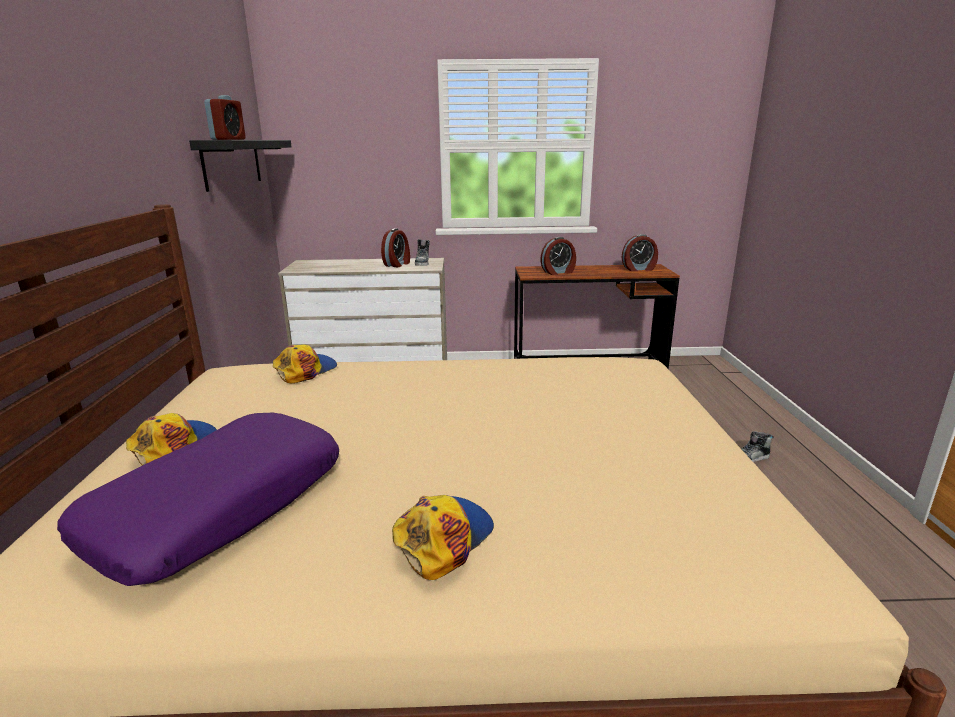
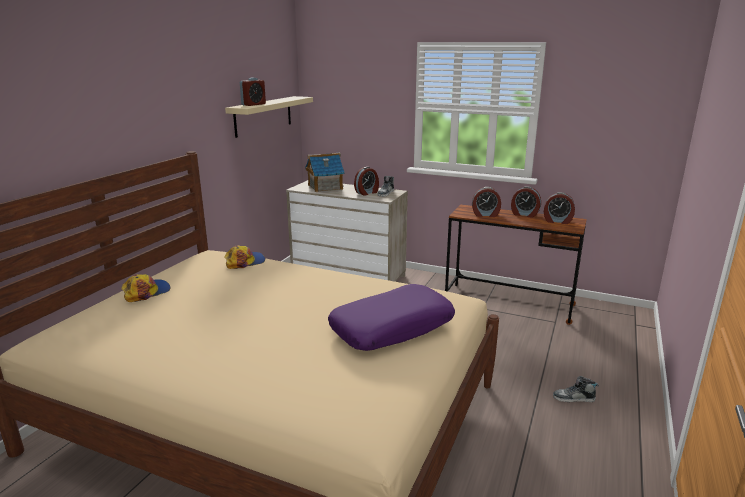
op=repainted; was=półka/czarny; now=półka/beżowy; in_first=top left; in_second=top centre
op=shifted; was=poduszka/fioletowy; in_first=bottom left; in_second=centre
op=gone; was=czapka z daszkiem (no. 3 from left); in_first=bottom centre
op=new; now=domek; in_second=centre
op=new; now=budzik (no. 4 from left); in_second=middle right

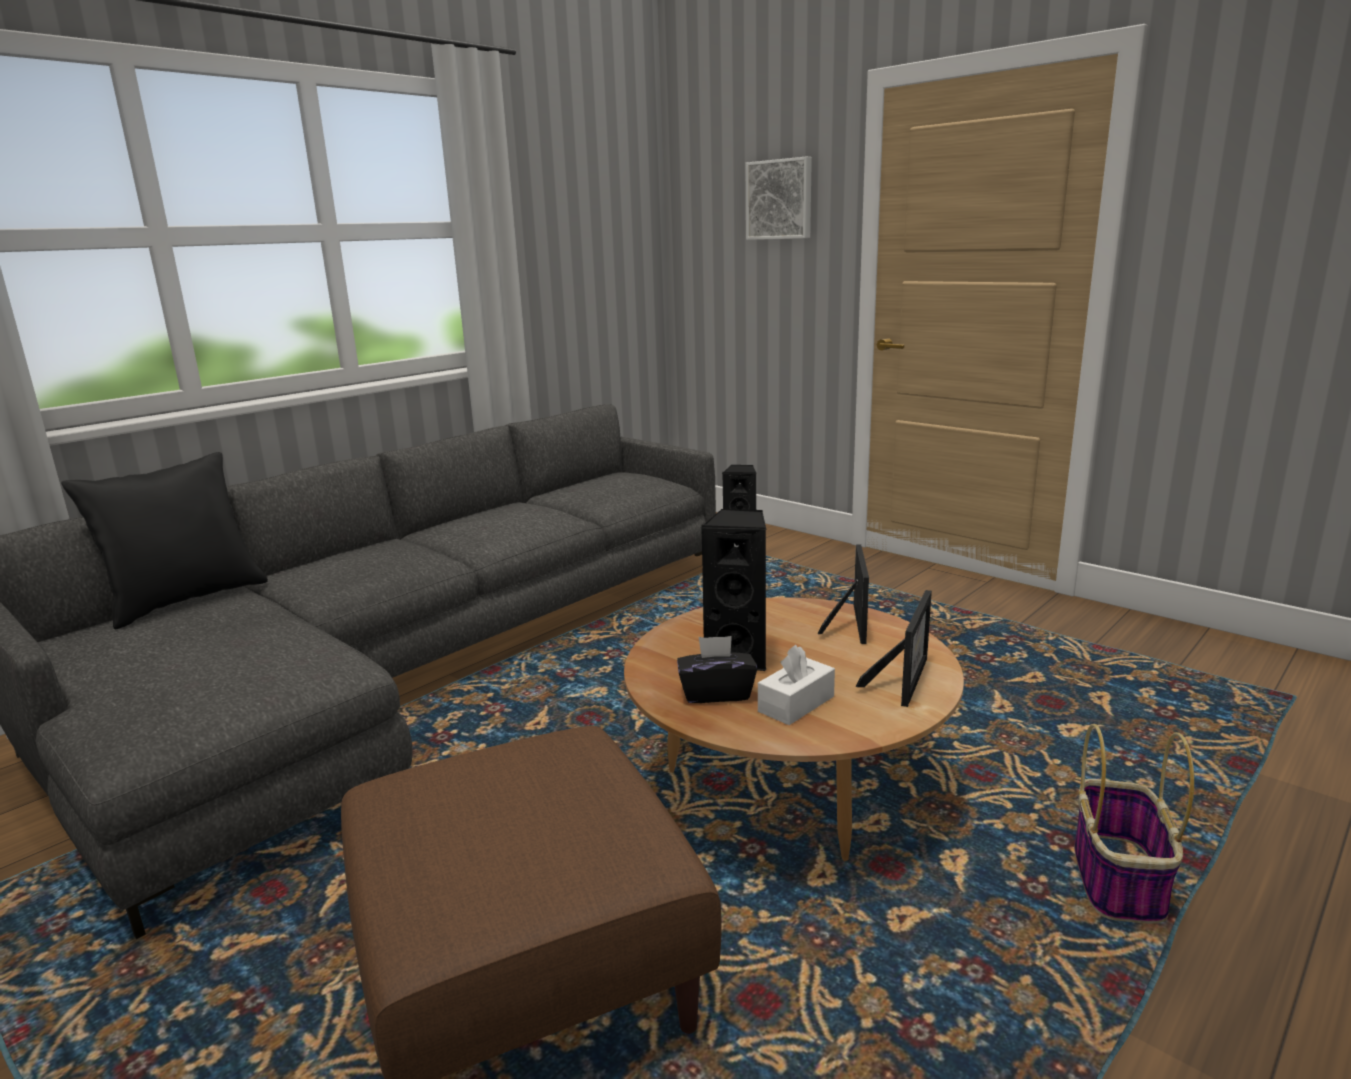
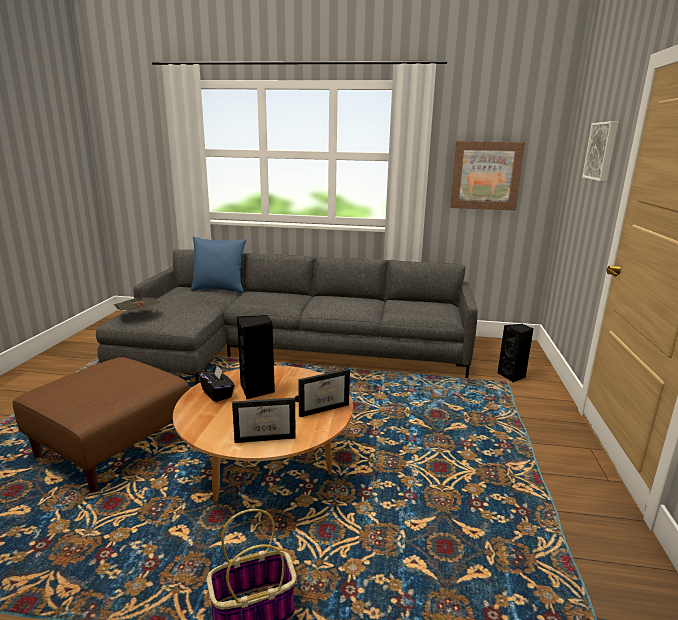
op=repainted; was=poduszka/czarny; now=poduszka/niebieski; in_first=middle left; in_second=middle left
op=gone; was=pudełko chusteczek/biały; in_first=centre
op=new; now=obraz (no. 1 from left); in_second=top right
op=new; now=gazeta; in_second=middle left

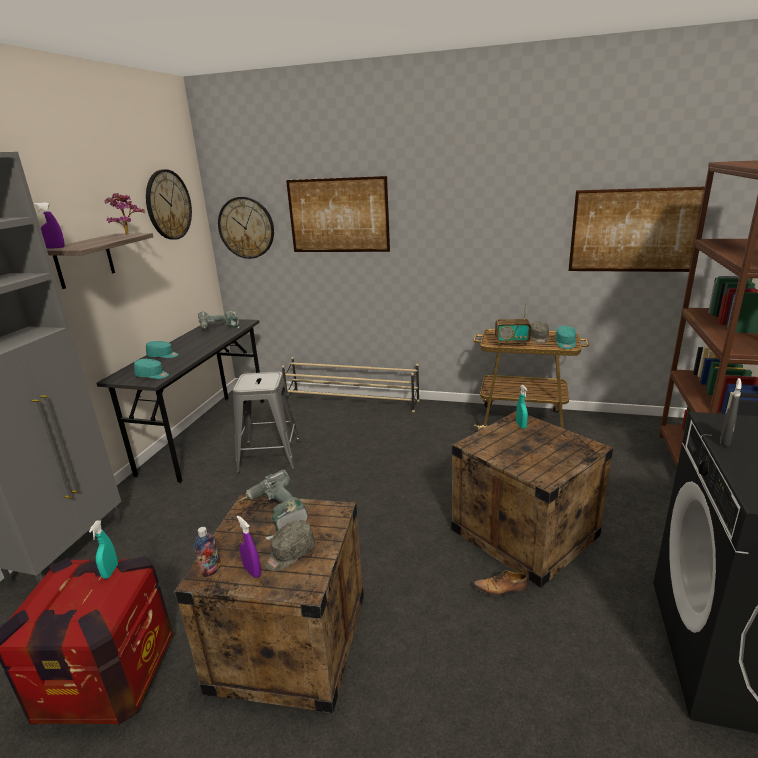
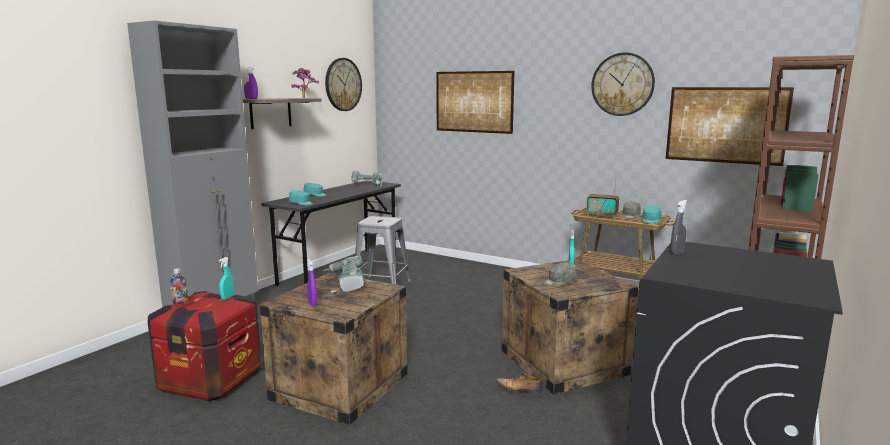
op=shifted; was=zegar ścienny (no. 2 from left); in_first=top left; in_second=top right
op=gone; was=regał na buty/beżowy; in_first=centre
op=shifted; was=czapka z daszkiem/szary (no. 1 from left); in_first=bottom centre; in_second=centre
op=shifted; was=butelka; in_first=bottom left; in_second=middle left

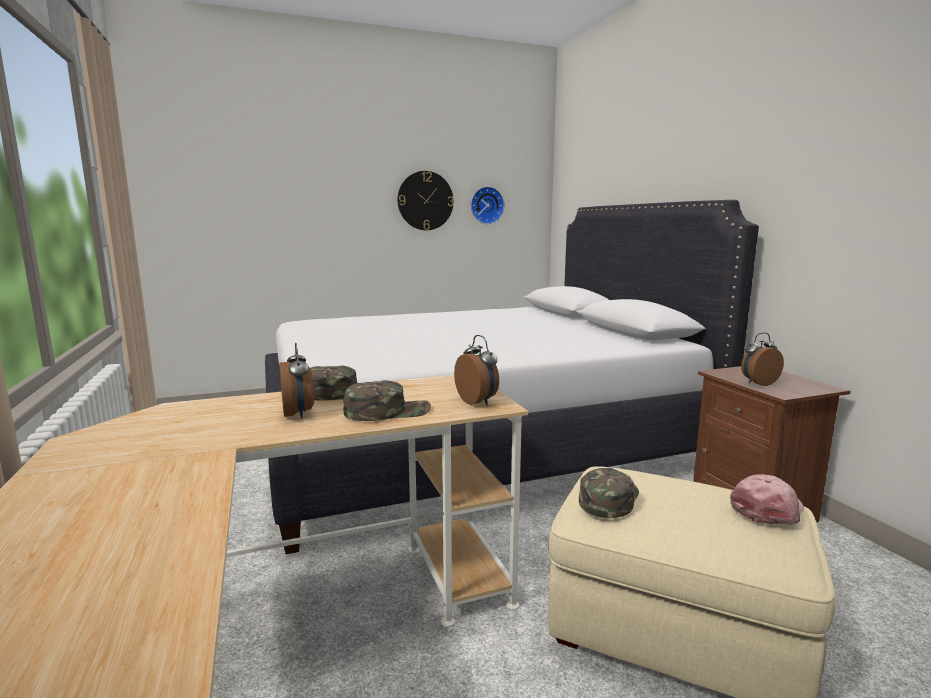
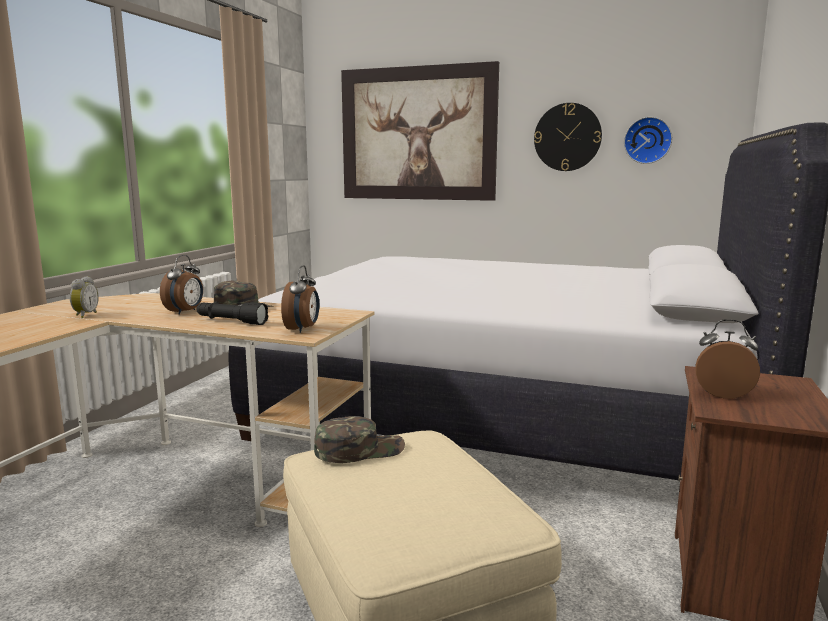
op=swapped; was=czapka z daszkiem/zielony (no. 2 from left); now=latarka/czarny; in_first=centre; in_second=middle left
op=gone; was=czapka z daszkiem/różowy; in_first=bottom right
op=new; now=obraz; in_second=top centre
op=new; now=budzik (no. 1 from left); in_second=middle left

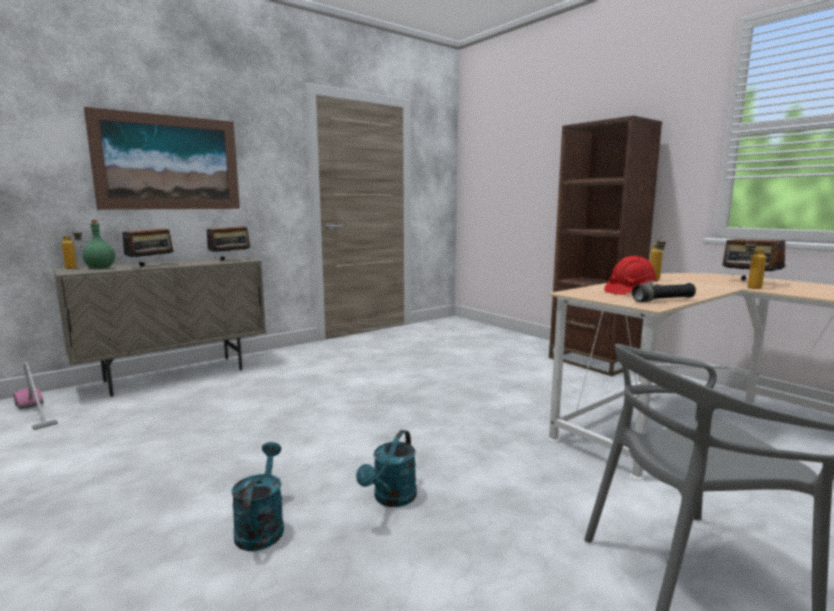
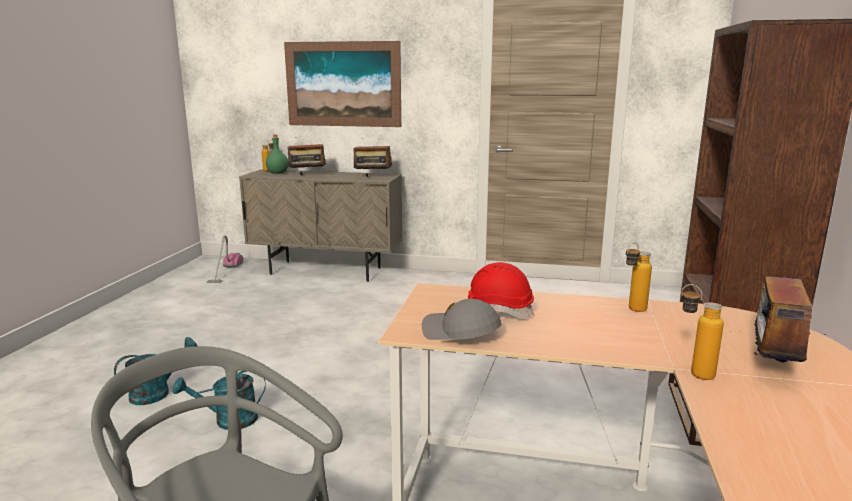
op=swapped; was=latarka/czarny; now=czapka z daszkiem/szary; in_first=middle right; in_second=centre

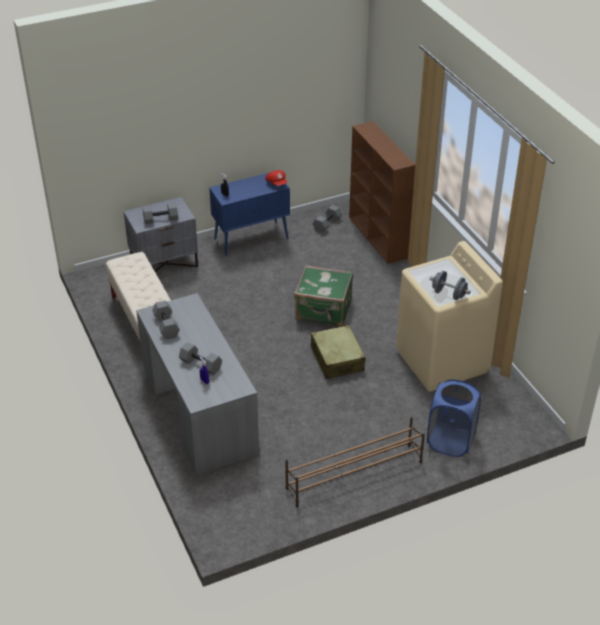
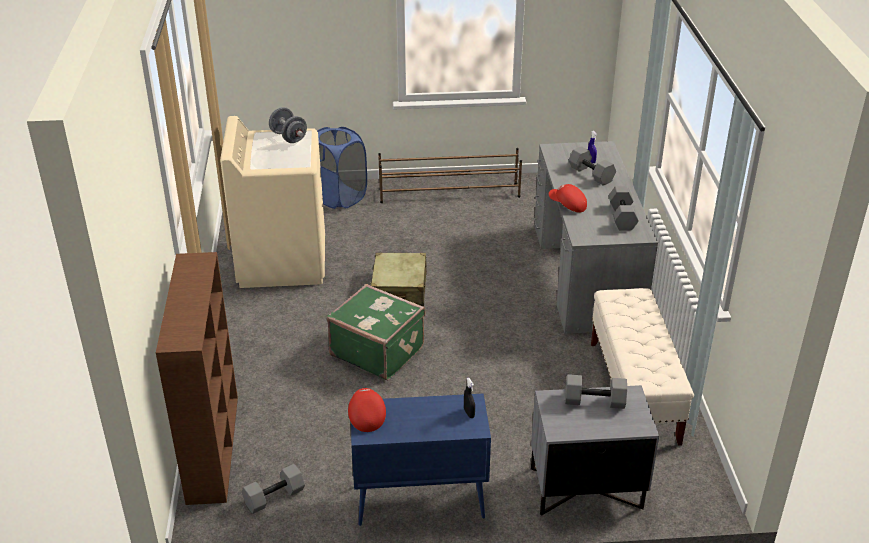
op=new; now=czapka z daszkiem/czerwony (no. 2 from left); in_second=centre

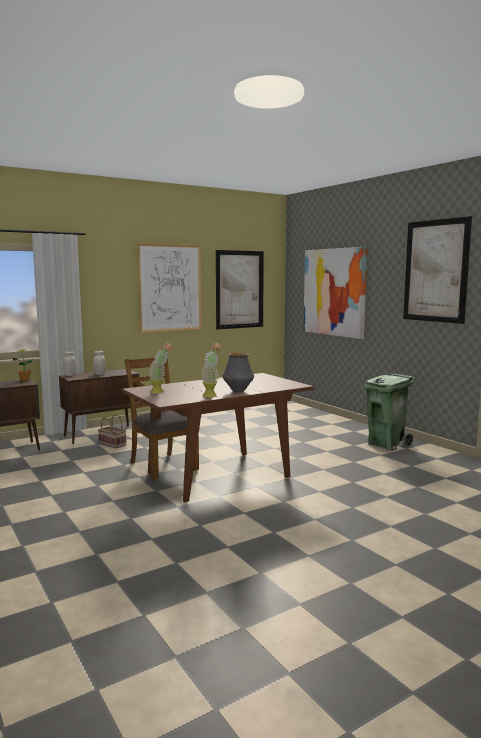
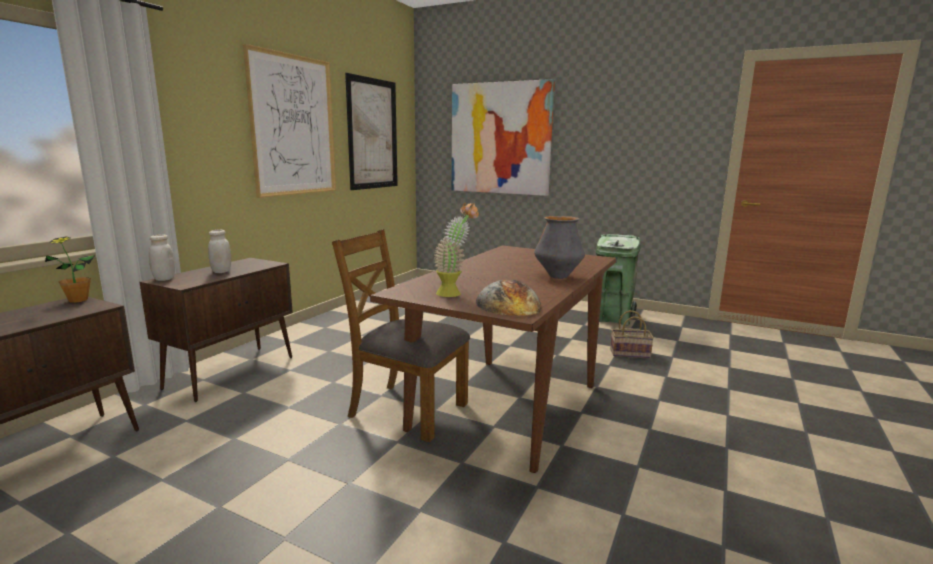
op=gone; was=obraz (no. 4 from left); in_first=middle right
op=gone; was=roślina doniczkowa (no. 3 from left); in_first=centre
op=shifted; was=koszyk; in_first=middle left; in_second=middle right
op=new; now=chleb; in_second=centre

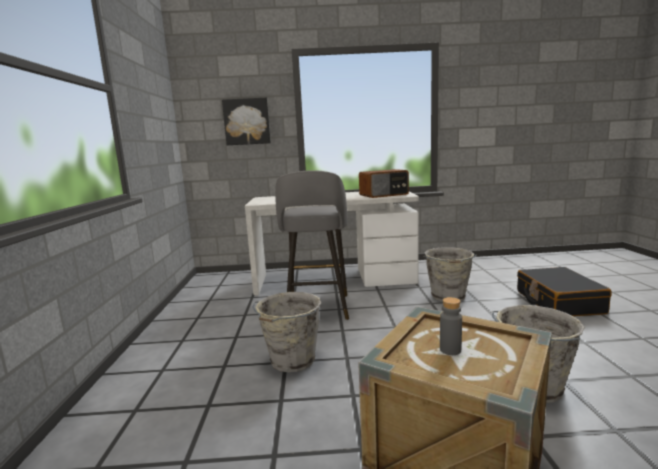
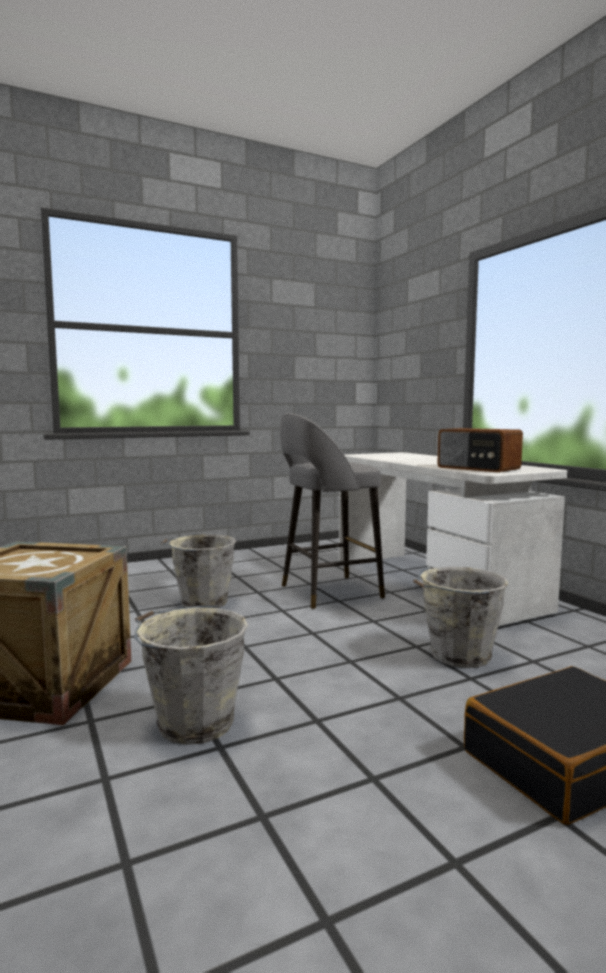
op=gone; was=obraz; in_first=top centre
op=gone; was=butelka/szary; in_first=bottom right

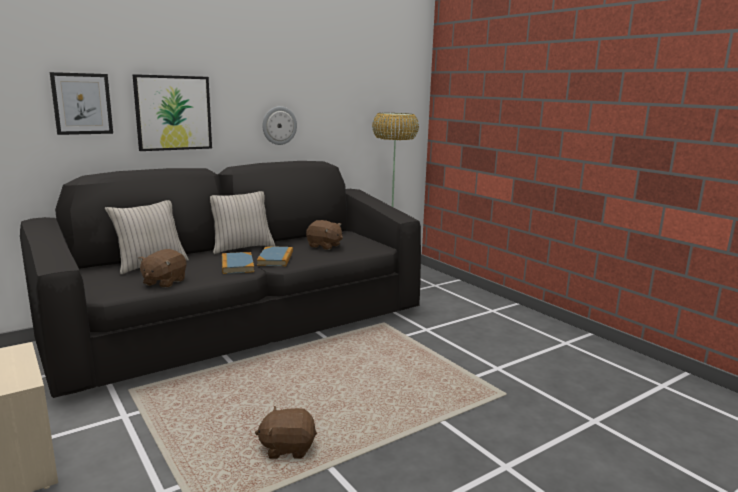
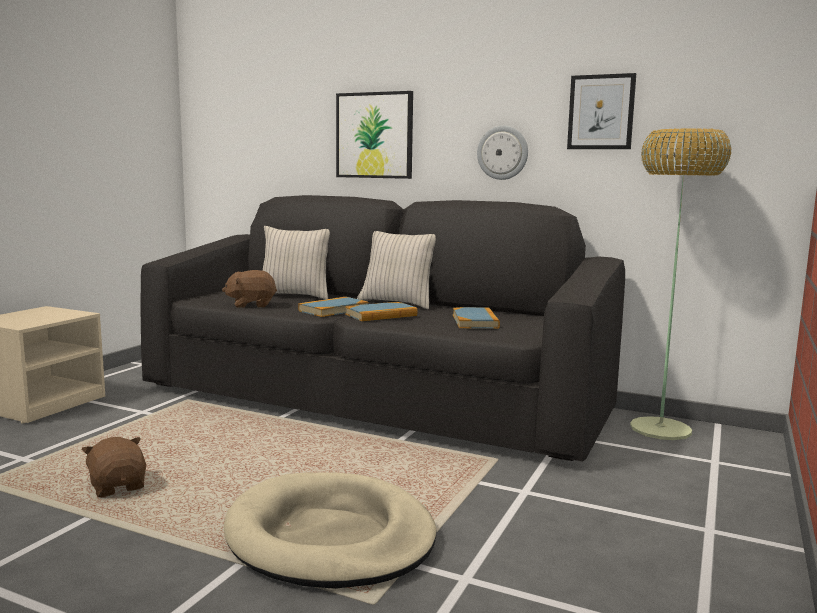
op=shifted; was=obraz (no. 1 from left in the first image); now=obraz (no. 2 from left); in_first=top left; in_second=top right
op=swapped; was=pluszak/brązowy (no. 3 from left); now=książka (no. 3 from left); in_first=centre; in_second=centre
op=new; now=legowisko/beżowy; in_second=bottom centre

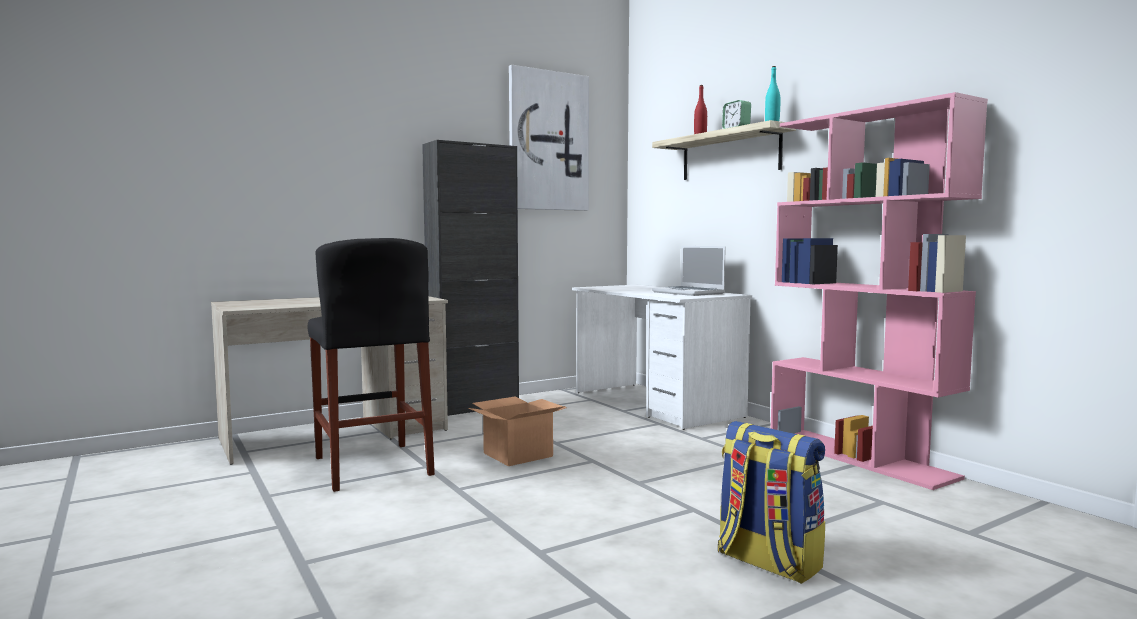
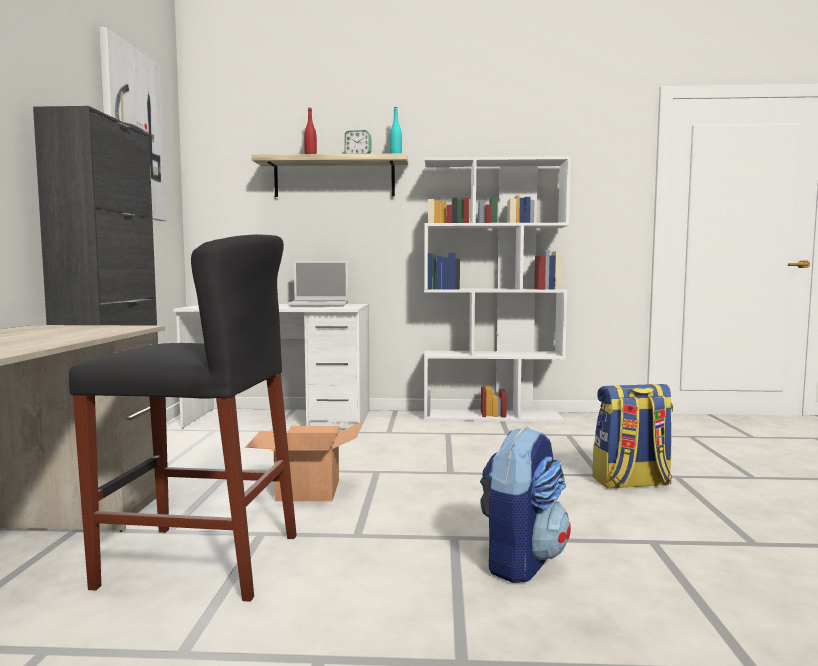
op=repainted; was=regał/różowy; now=regał/biały; in_first=middle right; in_second=centre
op=new; now=plecak (no. 1 from left); in_second=bottom centre

